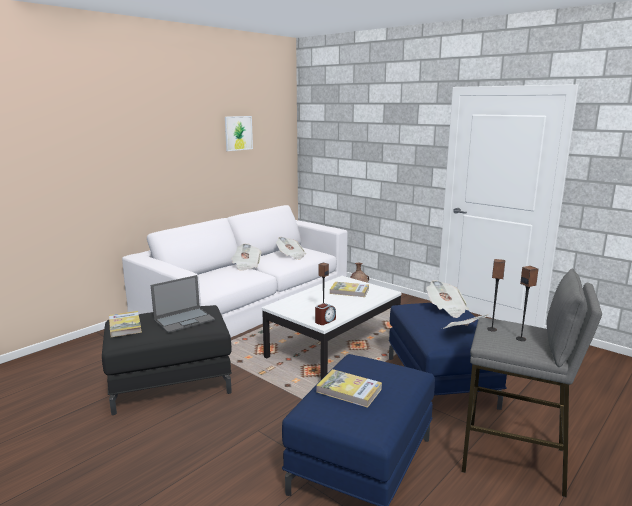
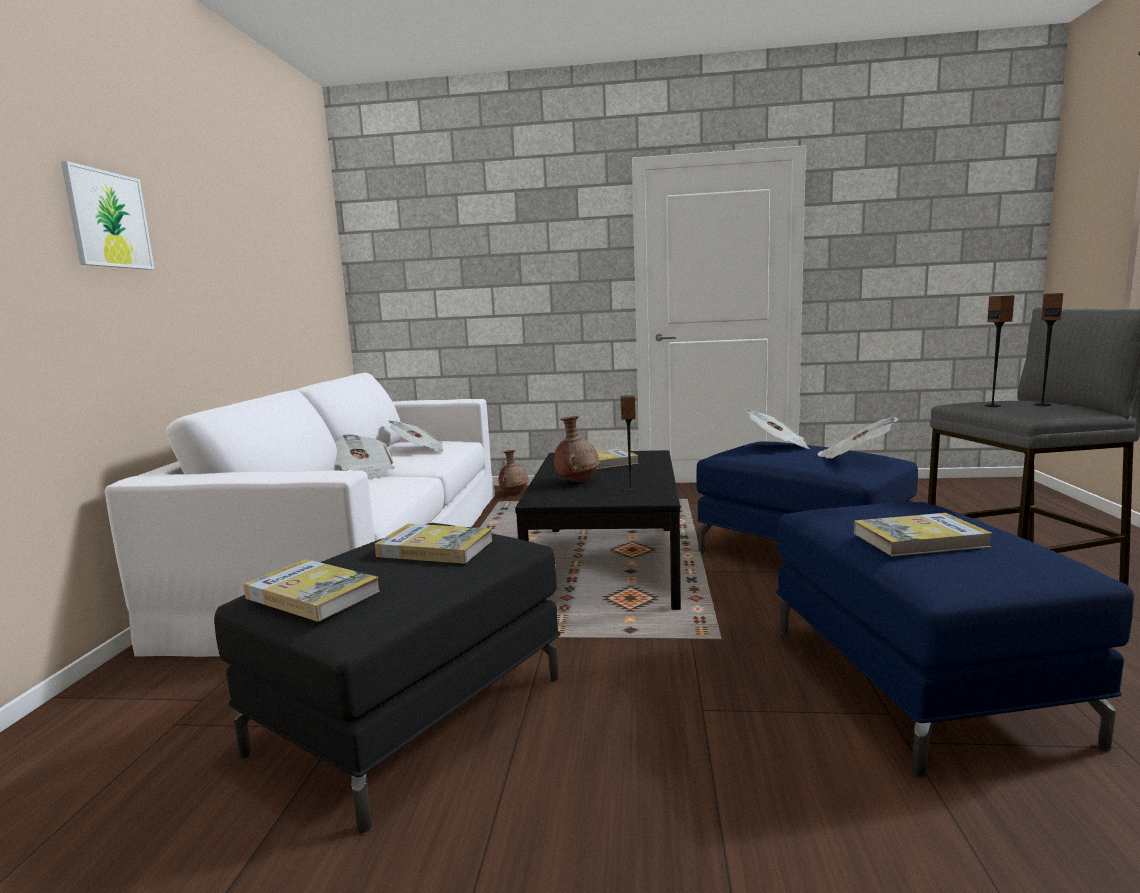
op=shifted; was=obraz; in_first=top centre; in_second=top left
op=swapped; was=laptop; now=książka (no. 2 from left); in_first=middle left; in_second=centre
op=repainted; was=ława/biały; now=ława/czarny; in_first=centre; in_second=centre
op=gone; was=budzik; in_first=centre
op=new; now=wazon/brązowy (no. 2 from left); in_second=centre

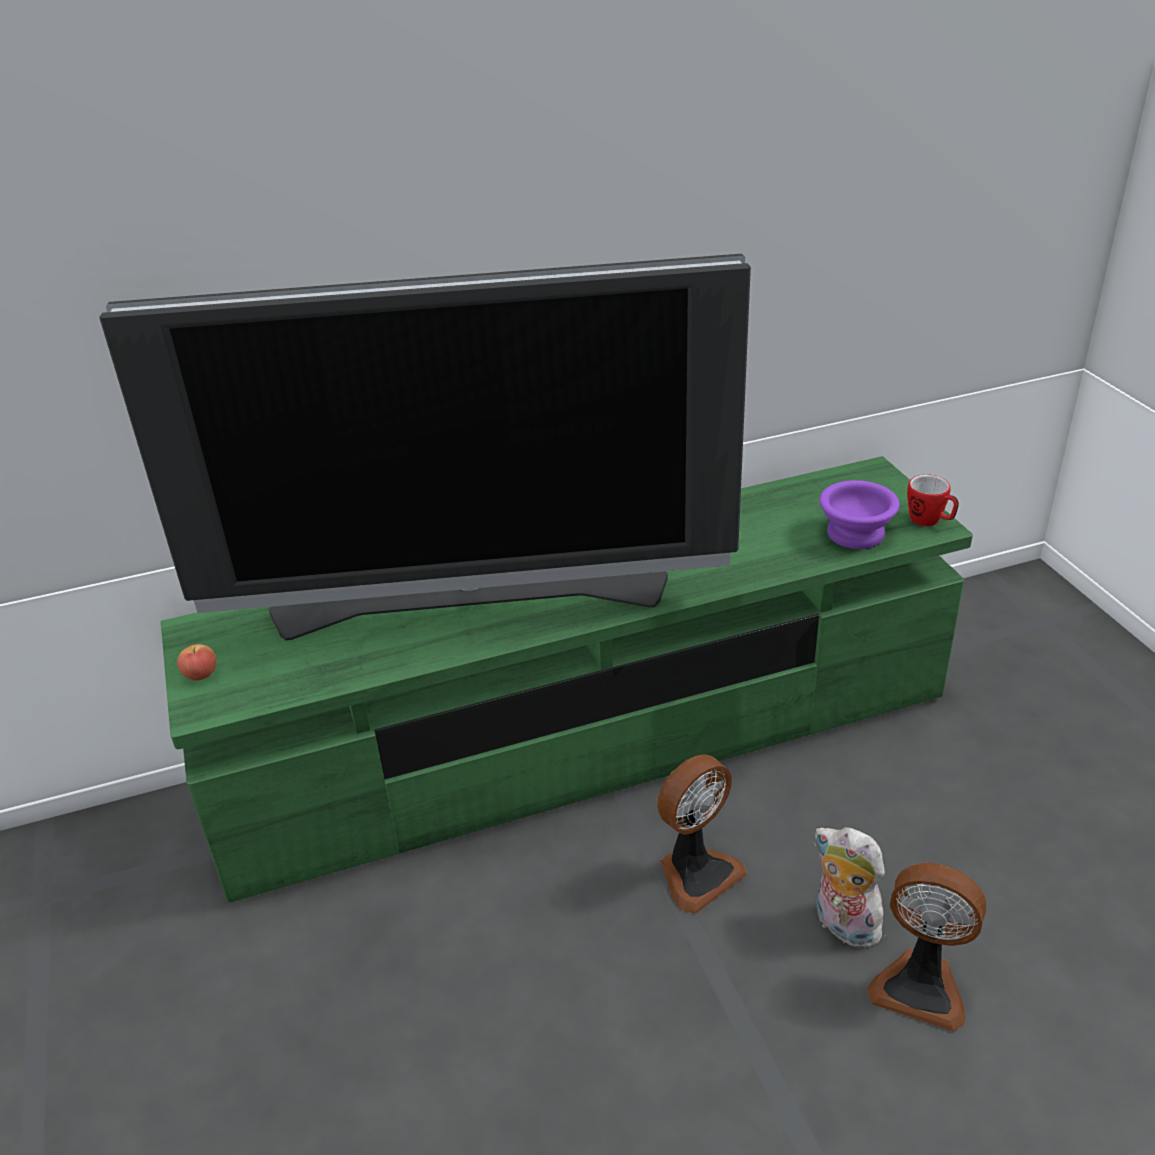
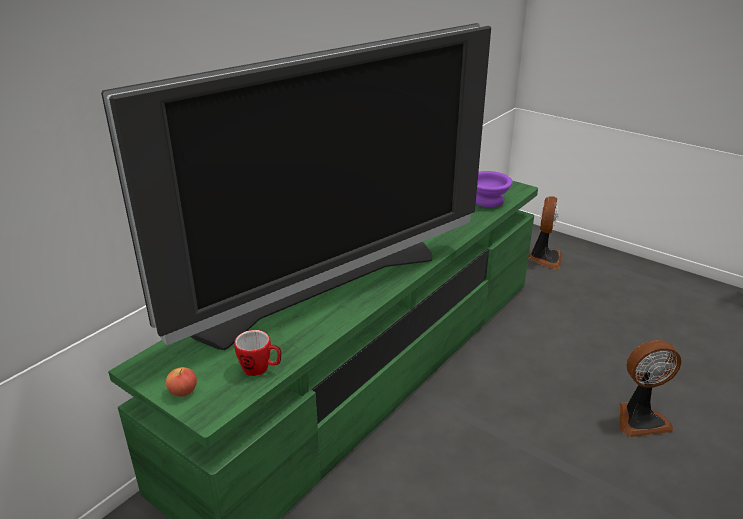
op=shifted; was=kubek; in_first=middle right; in_second=bottom centre
op=shifted; was=wentylator (no. 1 from left); in_first=bottom centre; in_second=middle right
op=gone; was=pluszak; in_first=bottom right

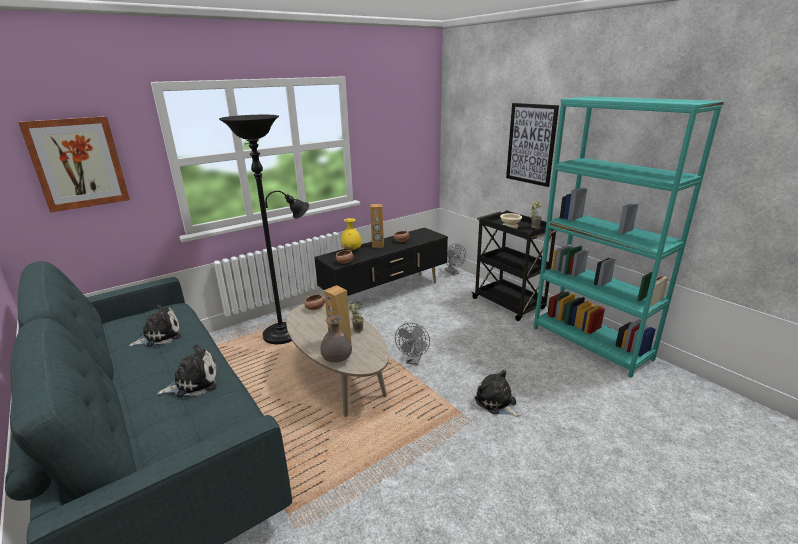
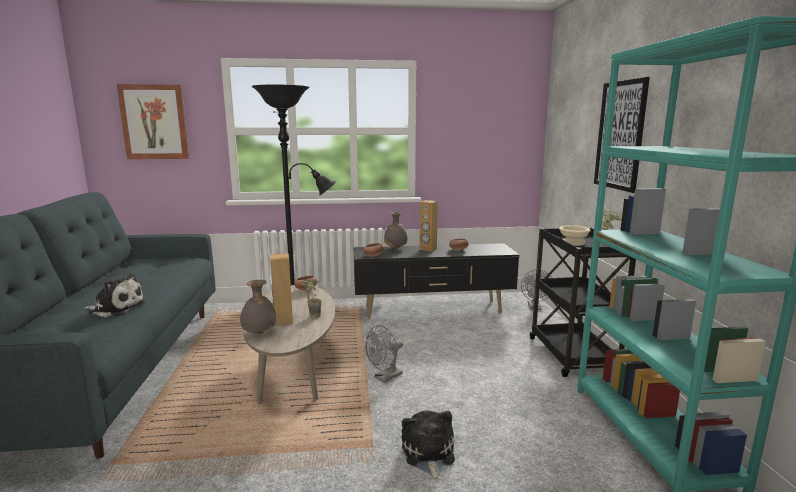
op=repainted; was=wazon/żółty; now=wazon/szary (no. 2 from left); in_first=centre; in_second=centre
op=gone; was=pluszak (no. 1 from left); in_first=middle left

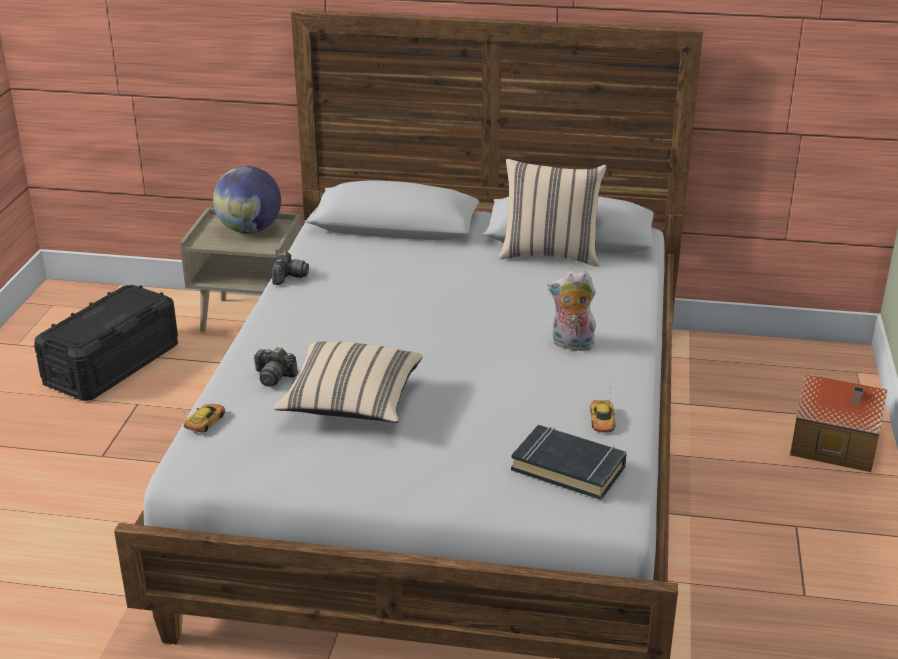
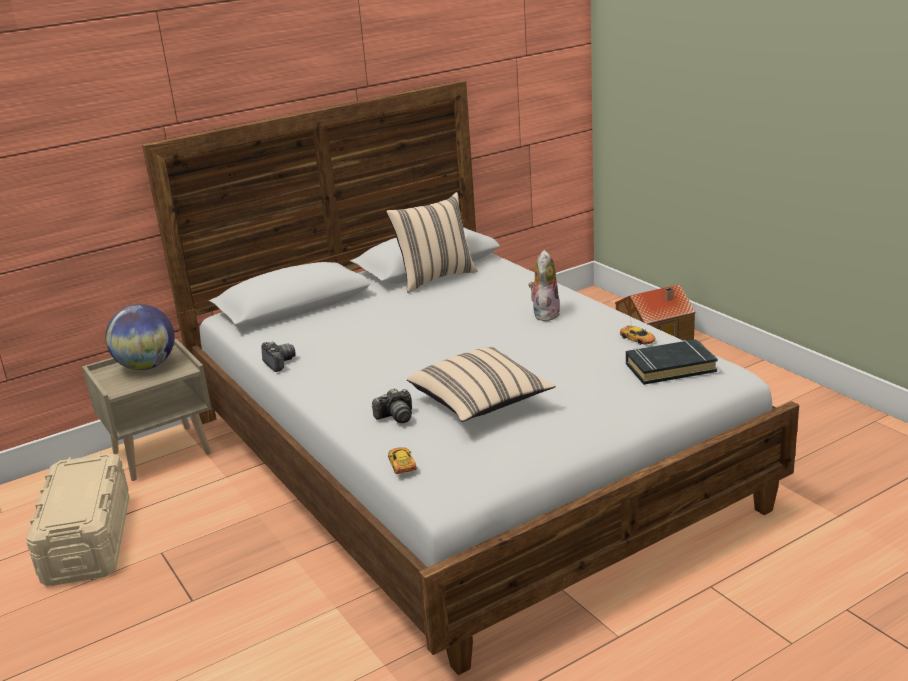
op=rotated; was=pluszak; in_first=centre; in_second=centre; clockwise=135
op=repainted; was=pojemnik do przechowywania/czarny; now=pojemnik do przechowywania/beżowy; in_first=middle left; in_second=bottom left

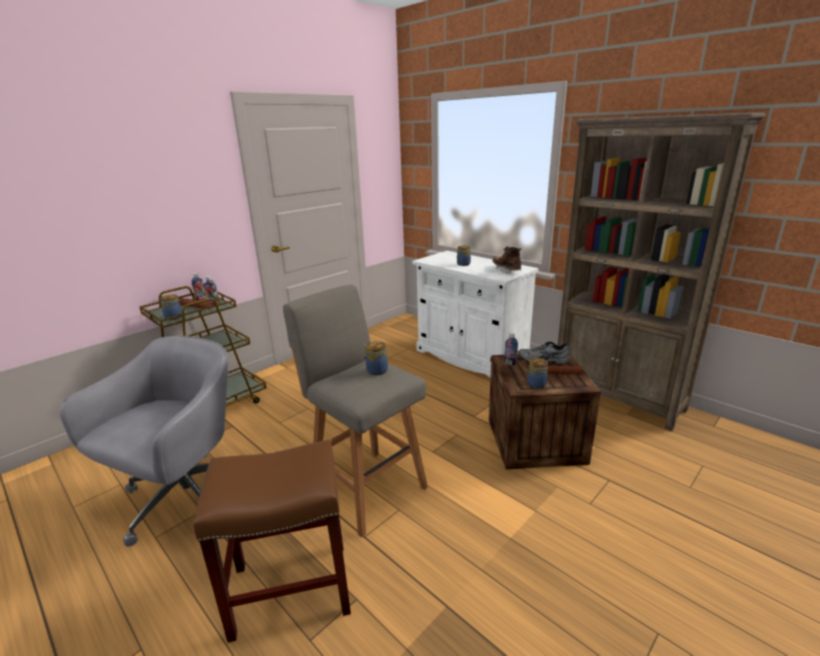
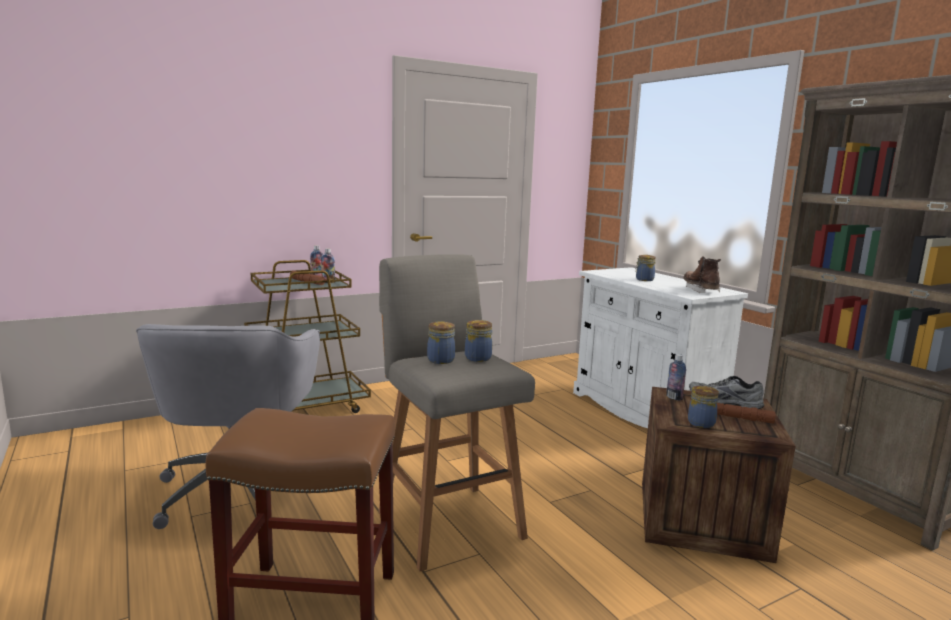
op=shifted; was=słoik (no. 1 from left); in_first=middle left; in_second=centre
op=rotated; was=krzesło biurowe/szary; in_first=bottom left; in_second=bottom left; clockwise=135

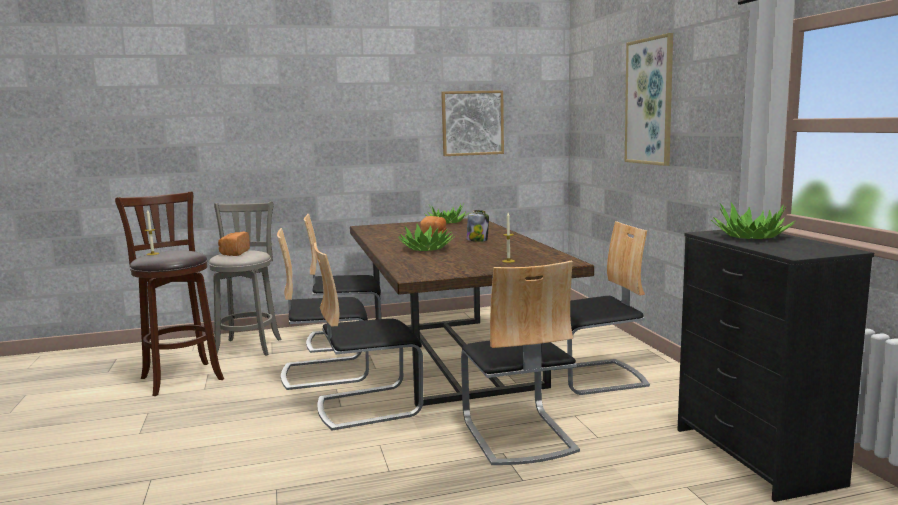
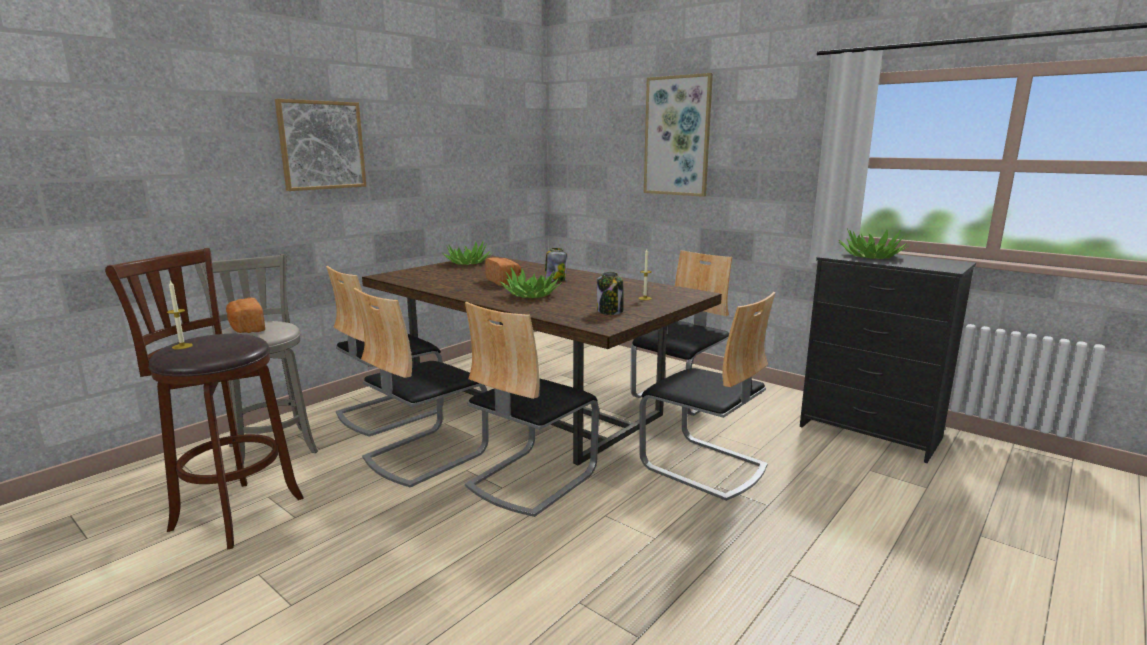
op=shifted; was=obraz (no. 1 from left); in_first=top centre; in_second=top left
op=new; now=słoik (no. 2 from left); in_second=centre

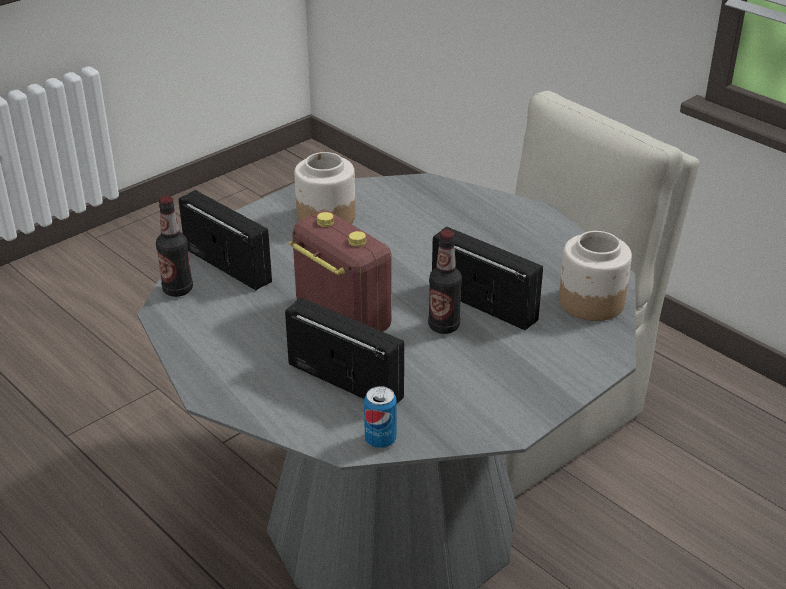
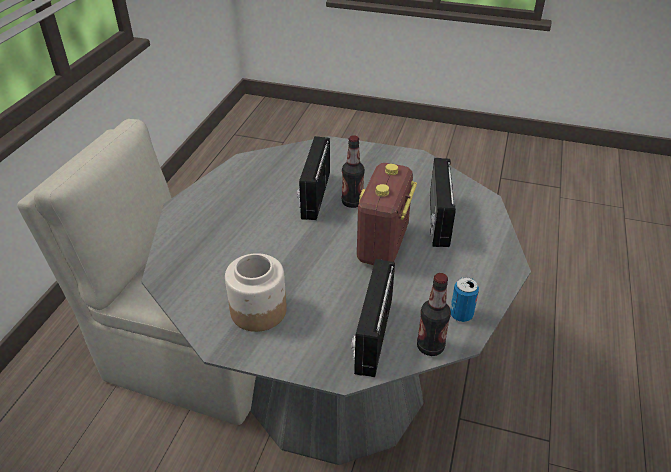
op=gone; was=słoik (no. 2 from left); in_first=middle right
op=shifted; was=puszka; in_first=bottom centre; in_second=middle right

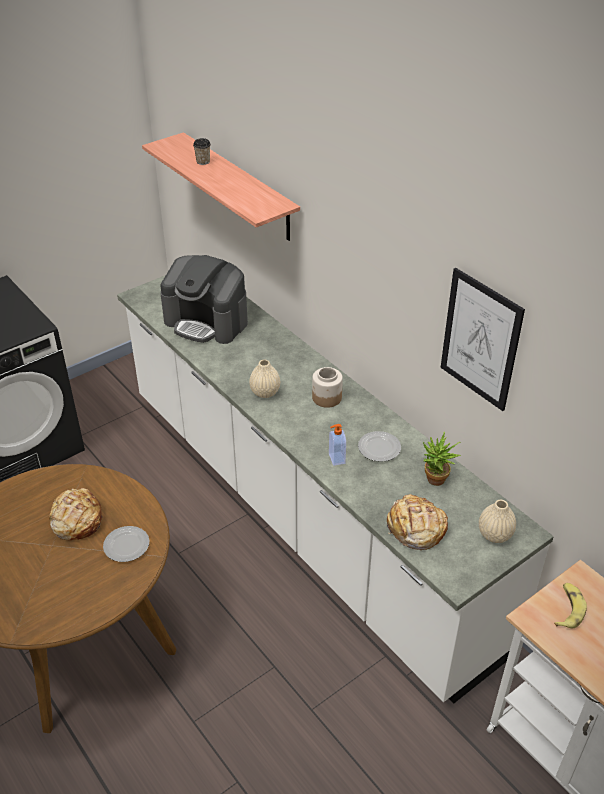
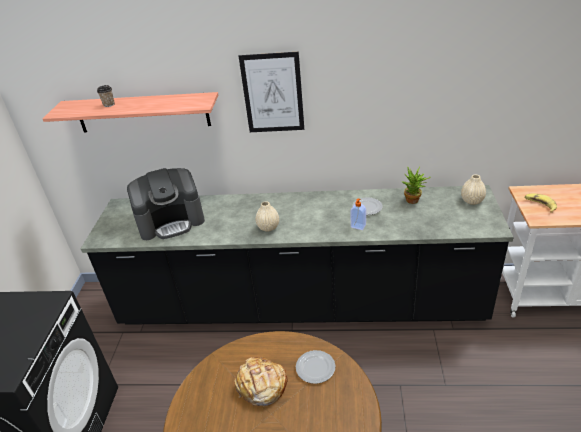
op=shifted; was=obraz; in_first=middle right; in_second=top centre
op=repainted; was=zabudowa kuchenna/biały; now=zabudowa kuchenna/czarny; in_first=centre; in_second=centre
op=gone; was=słoik; in_first=centre
op=gone; was=chleb (no. 2 from left); in_first=middle right

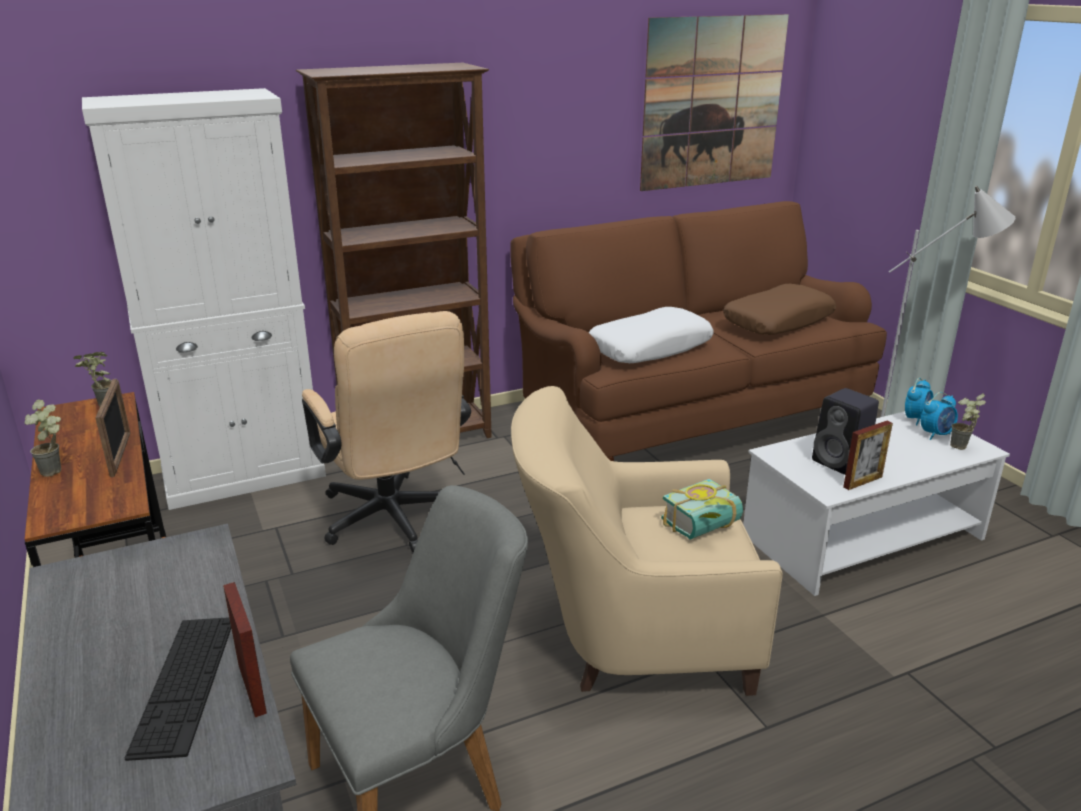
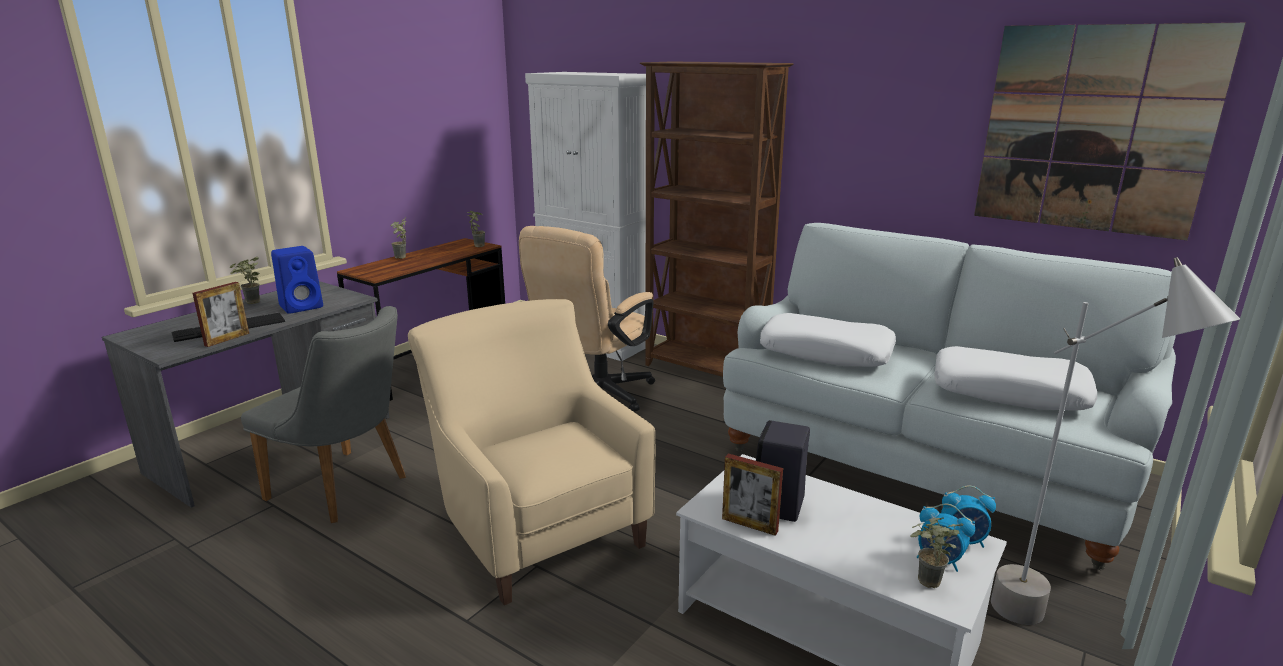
op=repainted; was=kanapa/brązowy; now=kanapa/biały; in_first=centre; in_second=middle right
op=repainted; was=poduszka/brązowy; now=poduszka/biały (no. 2 from left); in_first=middle right; in_second=middle right
op=gone; was=ramka na zdjęcie (no. 1 from left); in_first=middle left
op=gone; was=książka; in_first=centre
op=new; now=głośnik/niebieski; in_second=middle left
op=new; now=roślina doniczkowa (no. 1 from left); in_second=middle left

